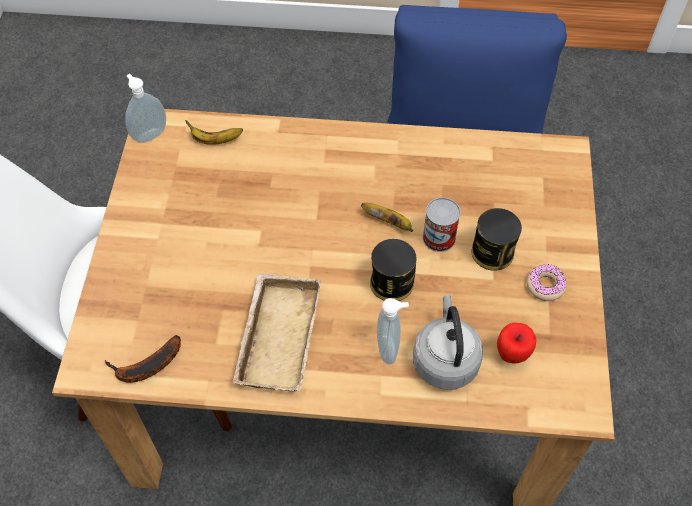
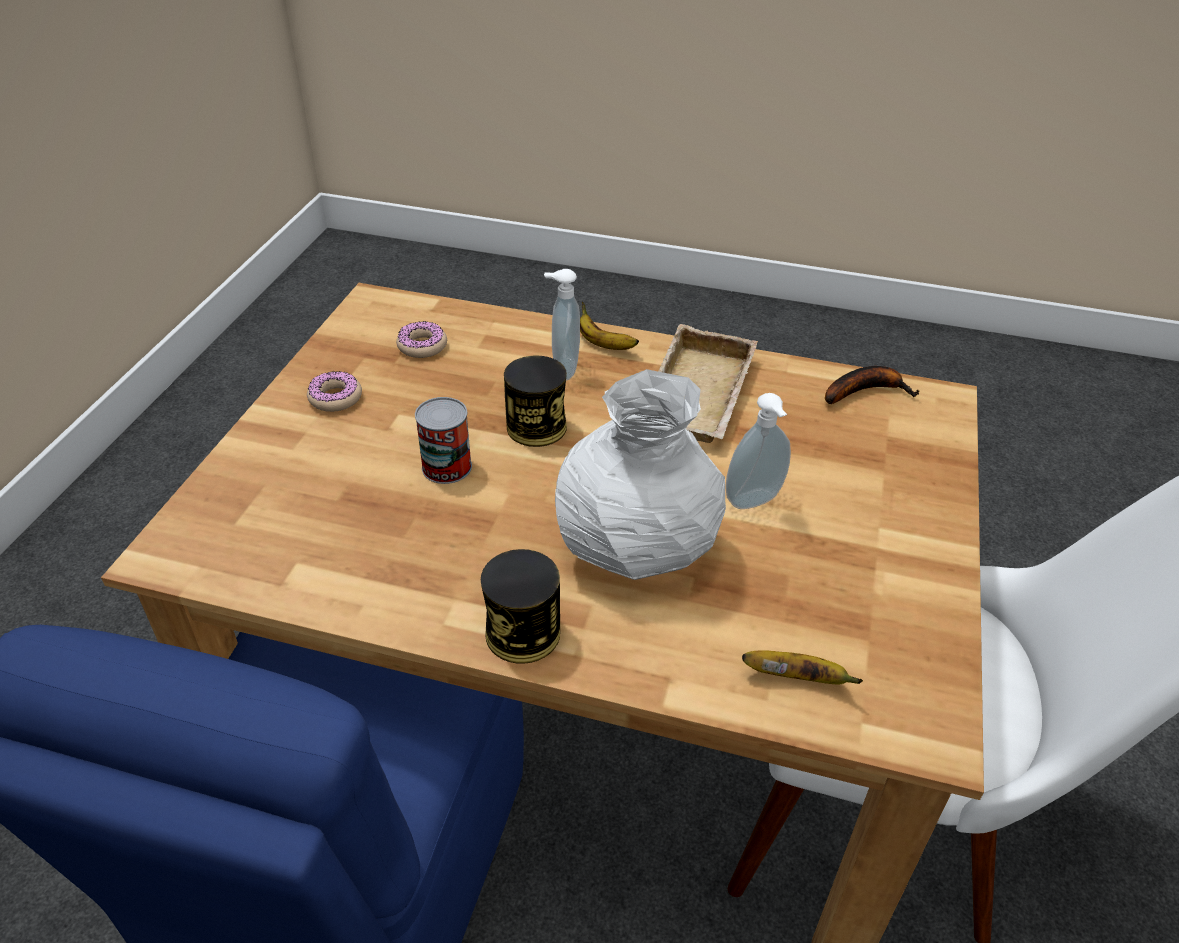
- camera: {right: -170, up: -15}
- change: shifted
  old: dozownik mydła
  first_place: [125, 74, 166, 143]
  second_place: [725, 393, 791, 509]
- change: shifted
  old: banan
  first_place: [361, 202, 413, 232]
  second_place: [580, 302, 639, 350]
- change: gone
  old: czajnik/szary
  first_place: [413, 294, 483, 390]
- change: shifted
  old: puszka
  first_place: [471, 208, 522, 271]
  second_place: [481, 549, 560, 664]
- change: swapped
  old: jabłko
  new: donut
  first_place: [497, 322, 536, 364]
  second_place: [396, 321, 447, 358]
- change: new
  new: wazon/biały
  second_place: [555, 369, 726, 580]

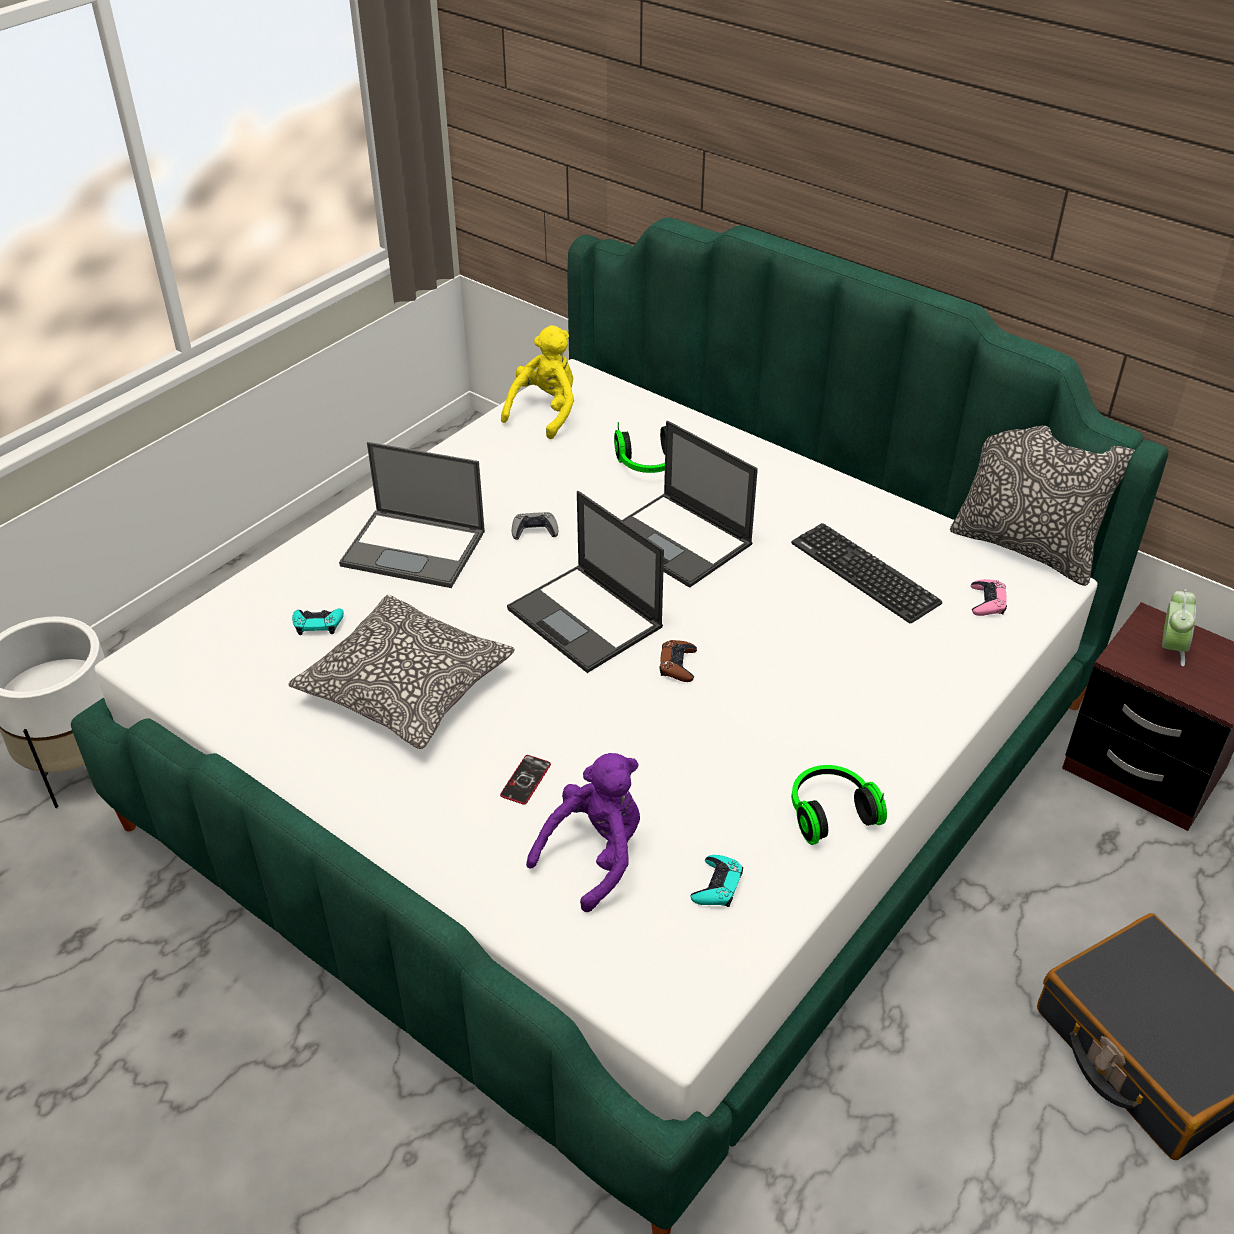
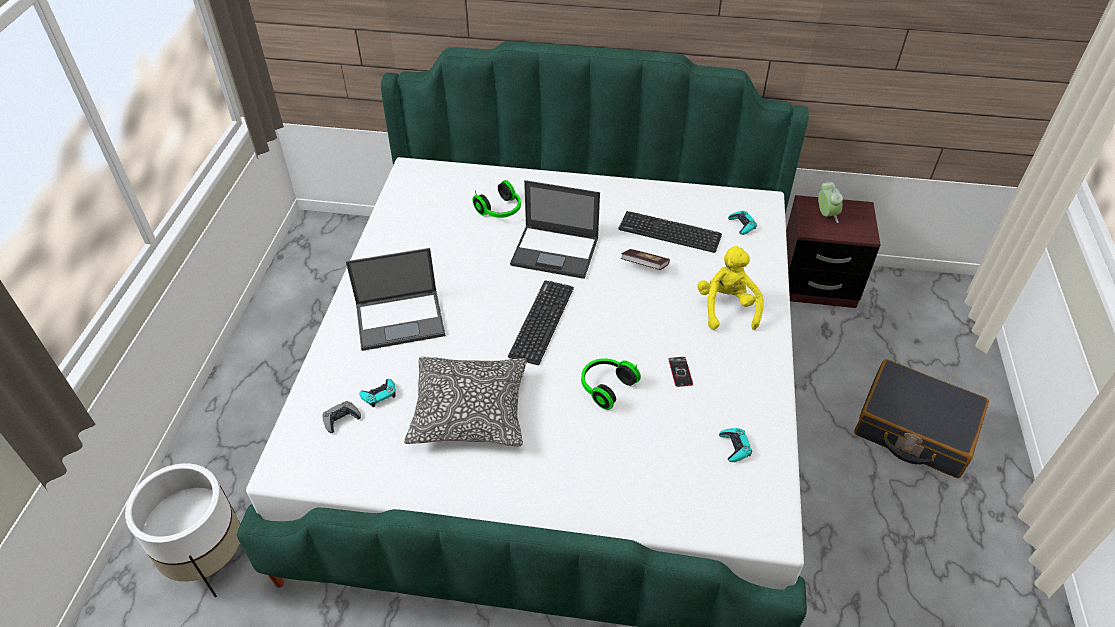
- camera: {right: -30, up: 5}
- change: shifted
  old: telefon
  first_place: [500, 755, 551, 805]
  second_place: [668, 357, 693, 387]
- change: shifted
  old: pluszak/żółty
  first_place: [501, 325, 574, 439]
  second_place: [698, 246, 764, 330]
- change: swapped
  old: laptop
  new: klawiatura
  first_place: [507, 491, 664, 673]
  second_place: [508, 280, 574, 365]
- change: shifted
  old: pad do gier/szary
  first_place: [512, 512, 558, 540]
  second_place: [322, 401, 361, 433]
- change: gone
  old: pluszak/fioletowy
  first_place: [526, 753, 640, 912]
- change: gone
  old: pad do gier/brązowy
  first_place: [659, 640, 697, 682]
- change: shifted
  old: słuchawki
  first_place: [792, 765, 887, 845]
  second_place: [581, 358, 641, 410]
- change: gone
  old: poduszka
  first_place: [950, 425, 1135, 586]
- change: repainted
  old: pad do gier/różowy
  new: pad do gier/turkusowy
  first_place: [971, 579, 1007, 616]
  second_place: [728, 211, 757, 235]
- change: new
  new: książka
  second_place: [621, 249, 670, 270]

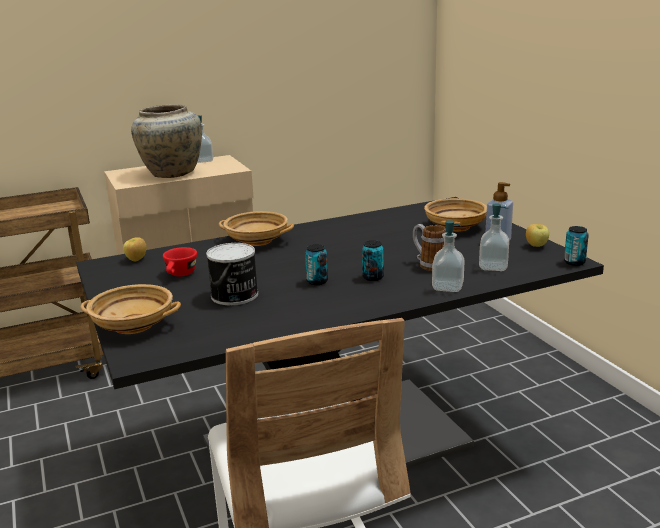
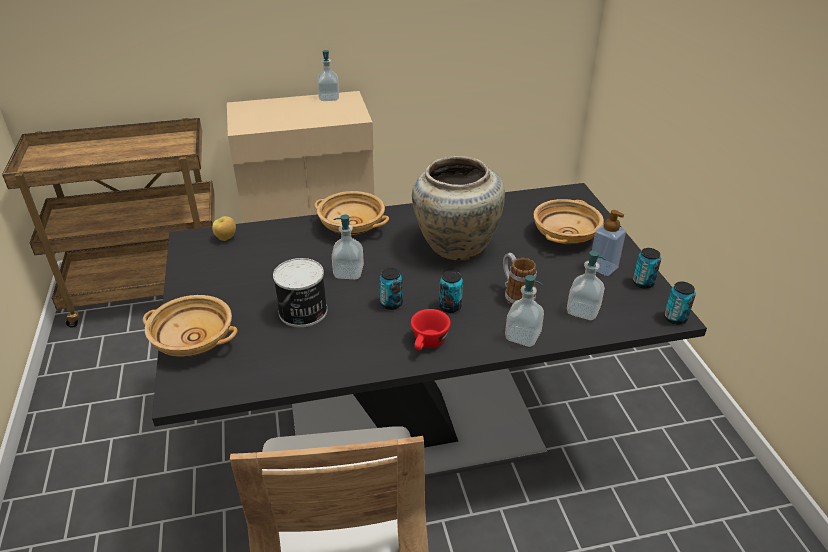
- camera: {right: 10, up: 15}
- change: shifted
  old: wazon/beżowy
  first_place: [131, 104, 202, 178]
  second_place: [412, 156, 505, 261]
- change: shifted
  old: filiżanka/czerwony
  first_place: [163, 247, 197, 276]
  second_place: [411, 309, 451, 350]
- change: swapped
  old: jabłko
  new: puszka
  first_place: [526, 224, 549, 247]
  second_place: [633, 248, 661, 289]
- change: new
  new: dozownik mydła
  second_place: [332, 215, 364, 279]

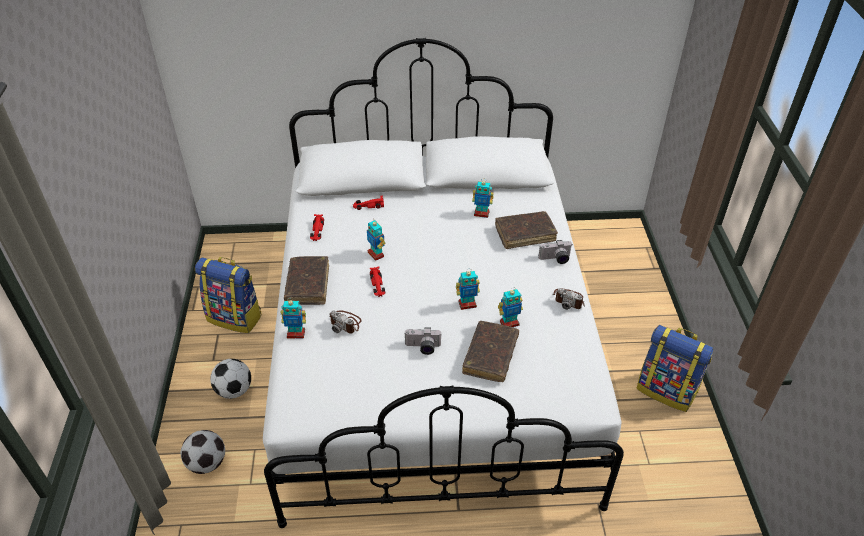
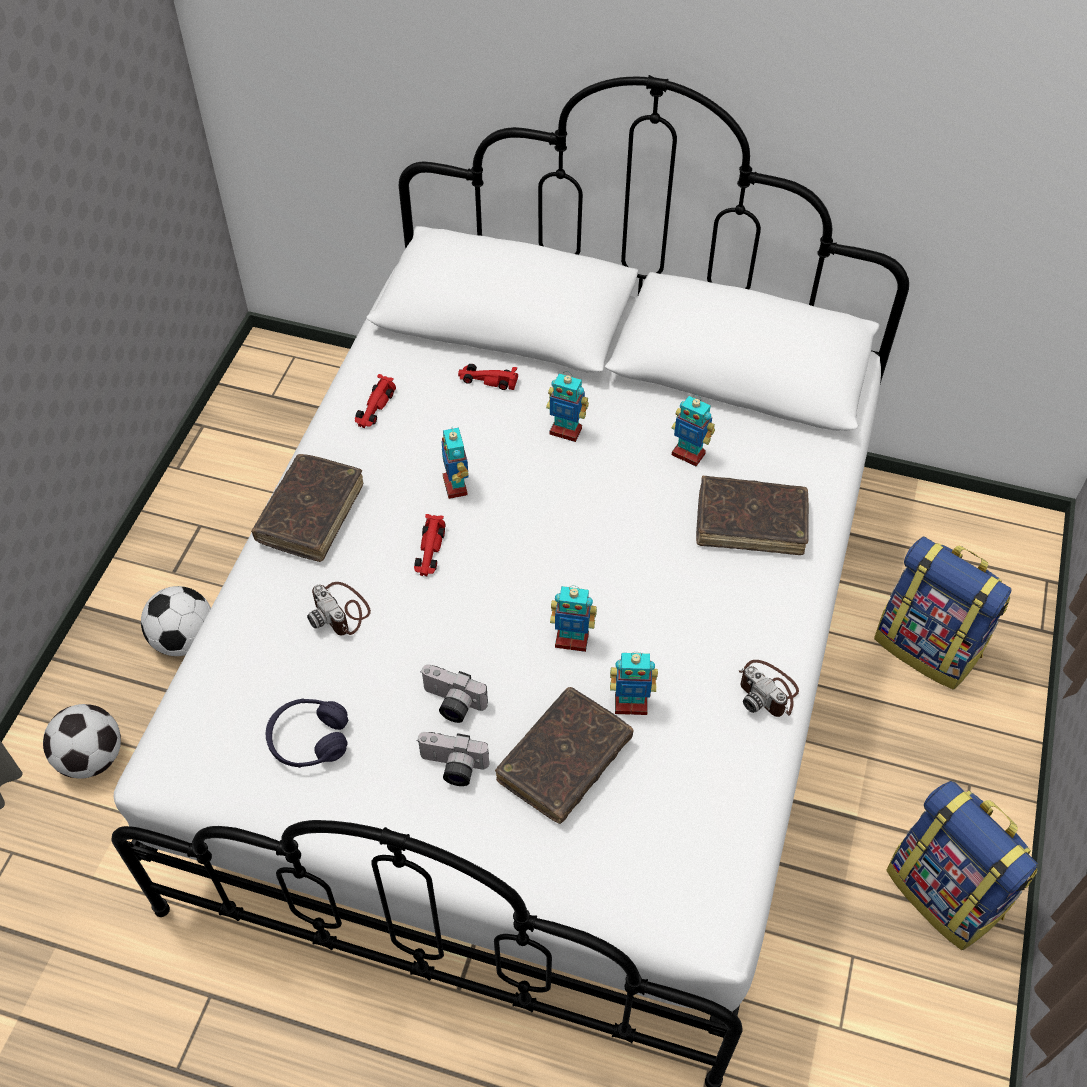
- camera: {right: 20, up: 10}
- change: shifted
  old: plecak
  first_place: [195, 257, 262, 333]
  second_place: [874, 537, 1012, 690]
- change: shifted
  old: robot zabawkowy
  first_place: [281, 298, 306, 339]
  second_place: [546, 371, 589, 442]
- change: shifted
  old: aparat fotograficzny
  first_place: [539, 240, 572, 264]
  second_place: [418, 732, 489, 786]
- change: new
  new: słuchawki/fioletowy
  second_place: [266, 699, 348, 768]

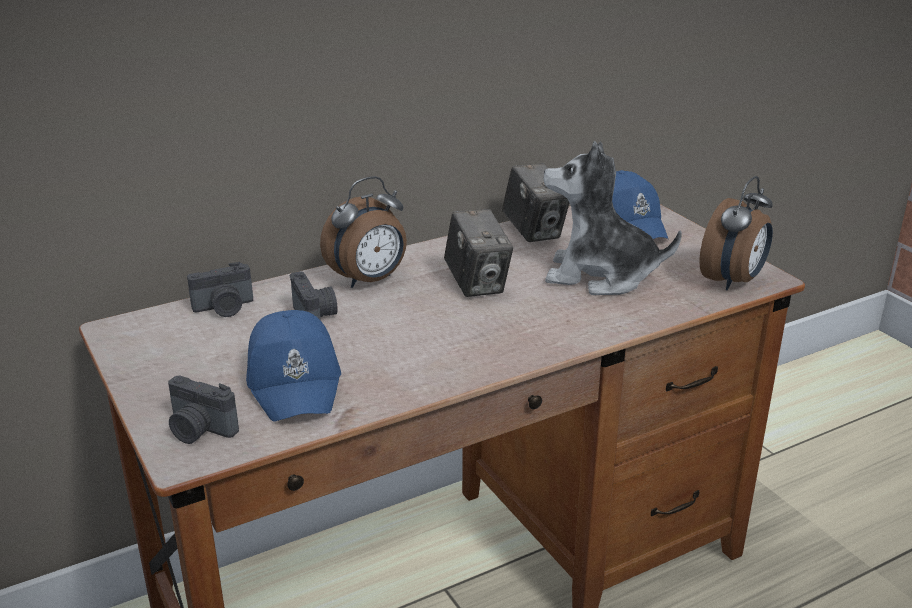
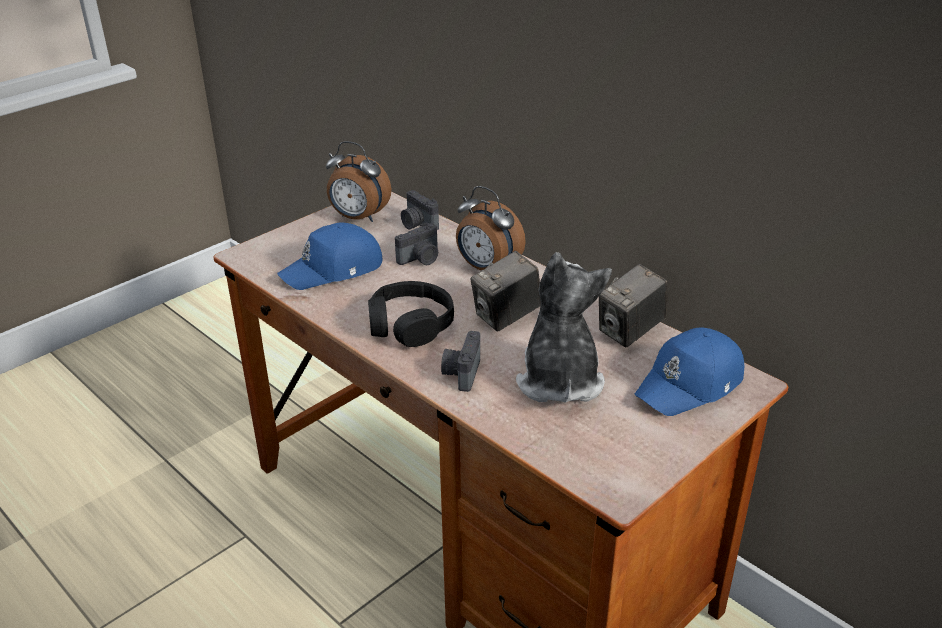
- camera: {right: 75, up: 5}
- change: shifted
  old: aparat fotograficzny
  first_place: [168, 375, 239, 444]
  second_place: [441, 331, 480, 392]
- change: shifted
  old: budzik
  first_place: [699, 176, 773, 291]
  second_place: [326, 141, 391, 222]
- change: new
  new: słuchawki/czarny
  second_place: [368, 281, 454, 347]

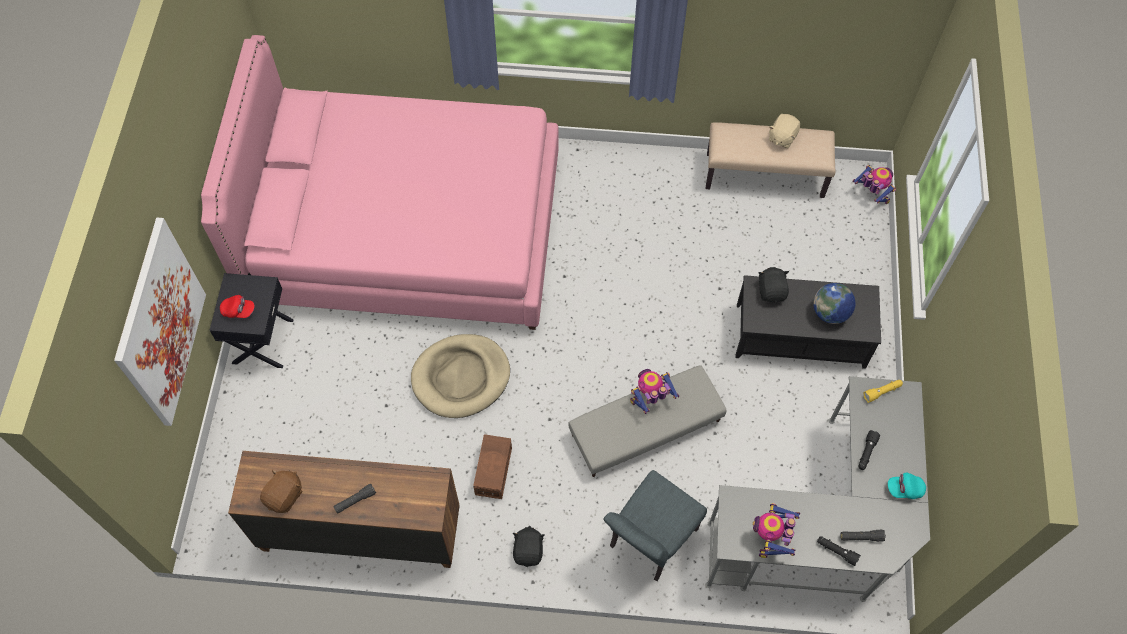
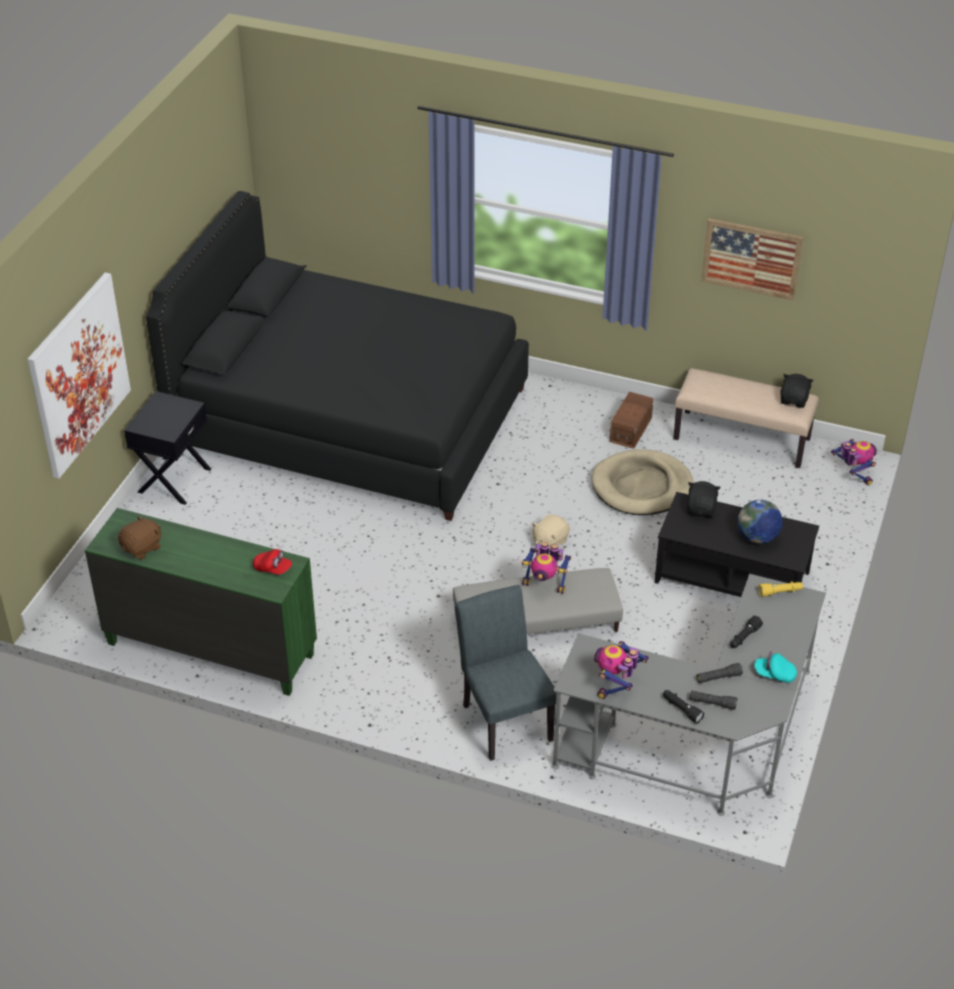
- camera: {right: 15, up: -20}
- change: repainted
  old: łóżko/różowy
  new: łóżko/czarny
  first_place: [201, 35, 559, 330]
  second_place: [146, 191, 529, 521]
- change: shifted
  old: czapka z daszkiem/czerwony
  first_place: [220, 295, 255, 318]
  second_place: [253, 549, 292, 575]
- change: repainted
  old: komoda/brązowy
  new: komoda/zielony
  first_place: [228, 451, 460, 568]
  second_place: [85, 508, 317, 696]
- change: shifted
  old: latarka/czarny
  first_place: [333, 484, 376, 514]
  second_place: [697, 663, 743, 683]
- change: shifted
  old: legowisko/beżowy
  first_place: [411, 334, 510, 418]
  second_place: [592, 449, 694, 515]
- change: shifted
  old: pojemnik do przechowywania/brązowy
  first_place: [473, 434, 512, 499]
  second_place: [610, 392, 654, 449]
- change: shifted
  old: pluszak/czarny
  first_place: [513, 526, 545, 567]
  second_place: [780, 374, 814, 408]
- change: rotated
  old: krzesło/szary
  first_place: [603, 470, 707, 581]
  second_place: [455, 585, 556, 761]
  degrees: 105
- change: rotated
  old: robot zabawkowy
  first_place: [630, 369, 679, 414]
  second_place: [521, 542, 571, 594]
  degrees: -150
- change: shifted
  old: pluszak/beżowy
  first_place: [769, 114, 800, 148]
  second_place: [532, 514, 570, 552]
- change: new
  new: obraz
  second_place: [701, 218, 804, 301]

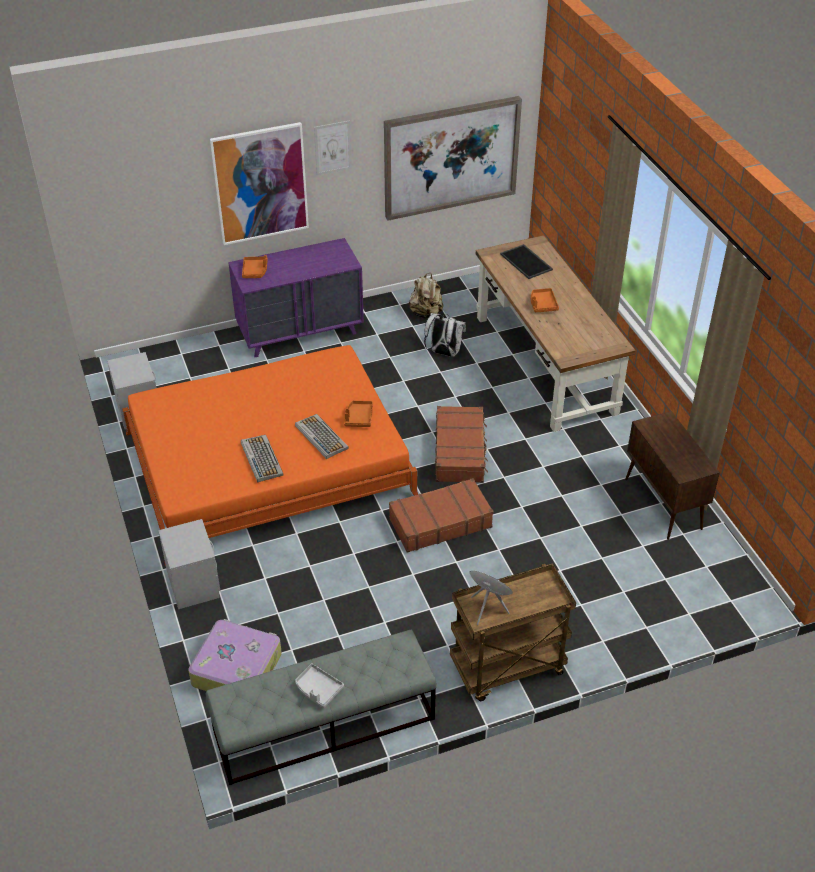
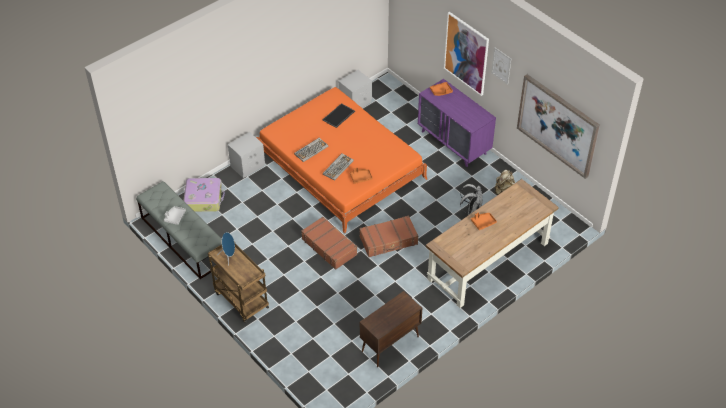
- camera: {right: 70, up: 5}
- change: shifted
  old: taca
  first_place: [500, 244, 553, 279]
  second_place: [322, 103, 355, 128]

